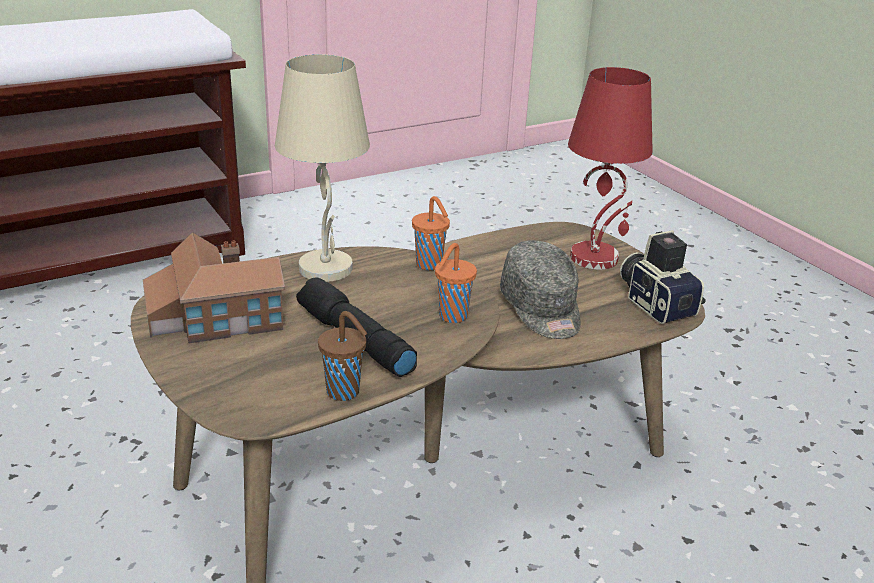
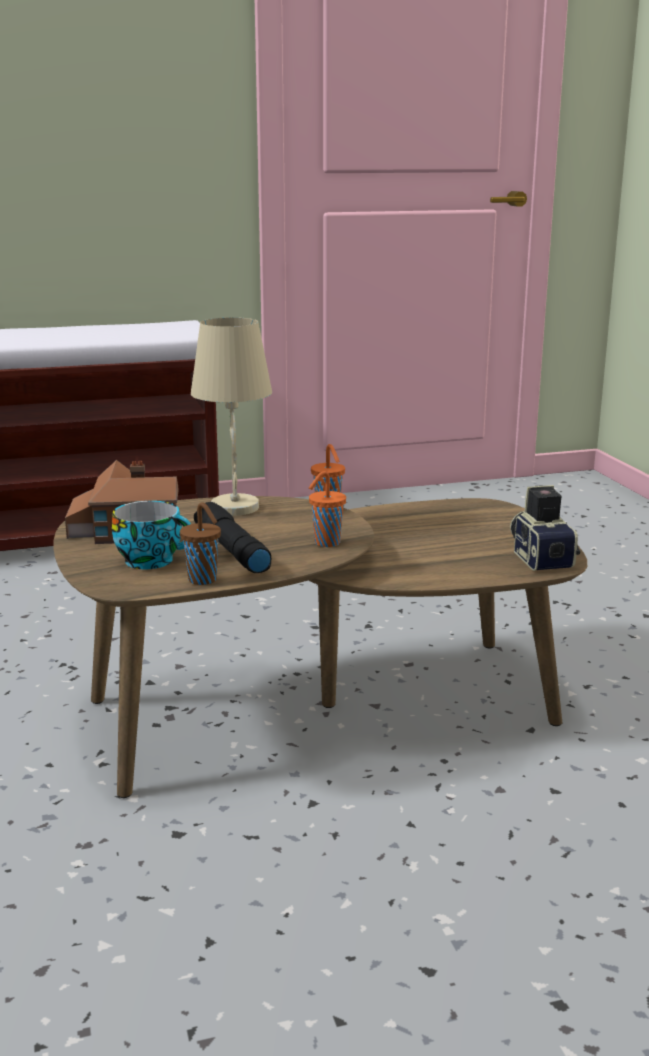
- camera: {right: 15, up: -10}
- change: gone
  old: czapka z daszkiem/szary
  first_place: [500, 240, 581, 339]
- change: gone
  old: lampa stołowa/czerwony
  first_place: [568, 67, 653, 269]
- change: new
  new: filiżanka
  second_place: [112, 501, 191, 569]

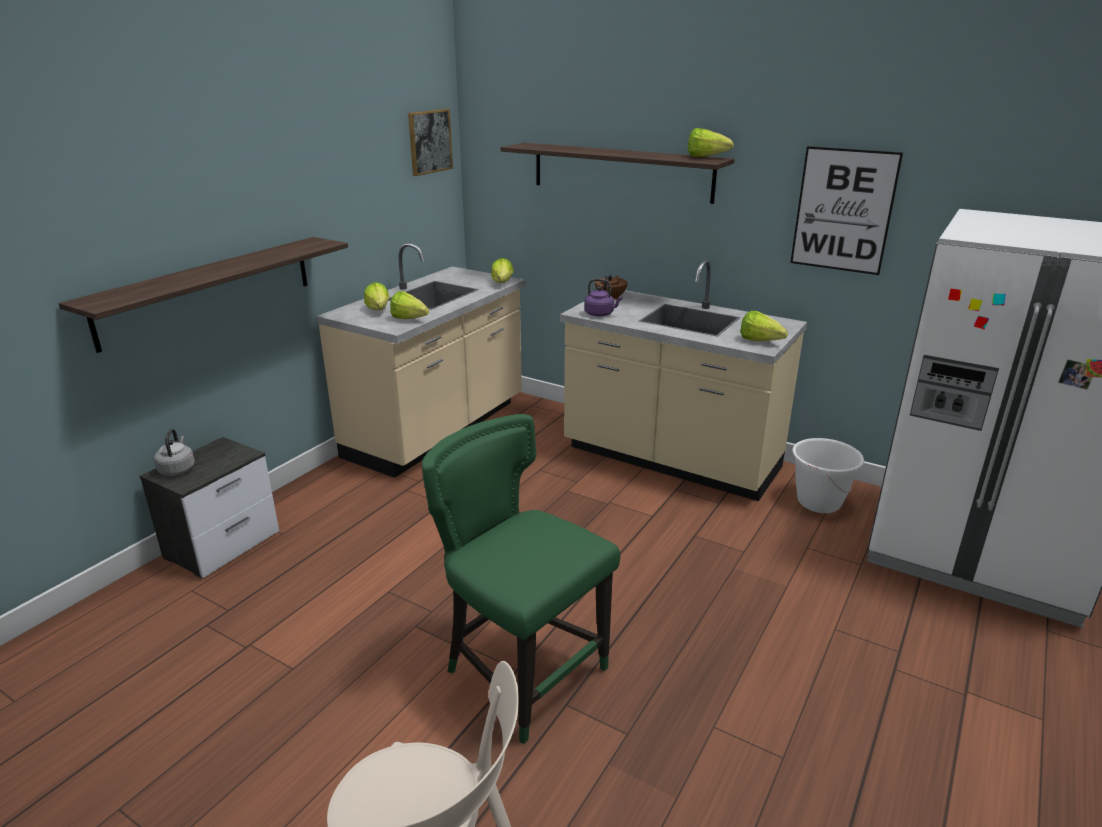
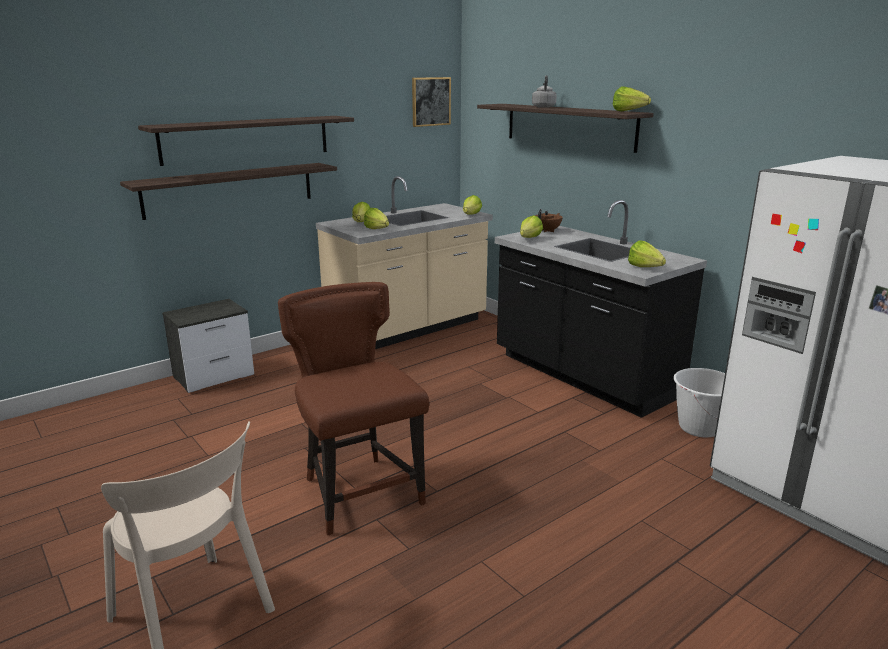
- camera: {right: 20, up: -5}
- change: shifted
  old: czajnik/szary
  first_place: [154, 429, 195, 476]
  second_place: [532, 75, 557, 108]
- change: repainted
  old: krzesło/zielony
  new: krzesło/brązowy
  first_place: [422, 414, 620, 744]
  second_place: [278, 282, 429, 536]
- change: repainted
  old: zabudowa kuchenna/beżowy
  new: zabudowa kuchenna/czarny
  first_place: [560, 260, 807, 501]
  second_place: [495, 200, 707, 418]
- change: swapped
  old: czajnik/fioletowy
  new: sałata
  first_place: [584, 279, 622, 316]
  second_place: [520, 215, 543, 238]
- change: gone
  old: obraz
  first_place: [790, 146, 903, 275]
- change: new
  new: półka
  second_place: [138, 116, 354, 166]

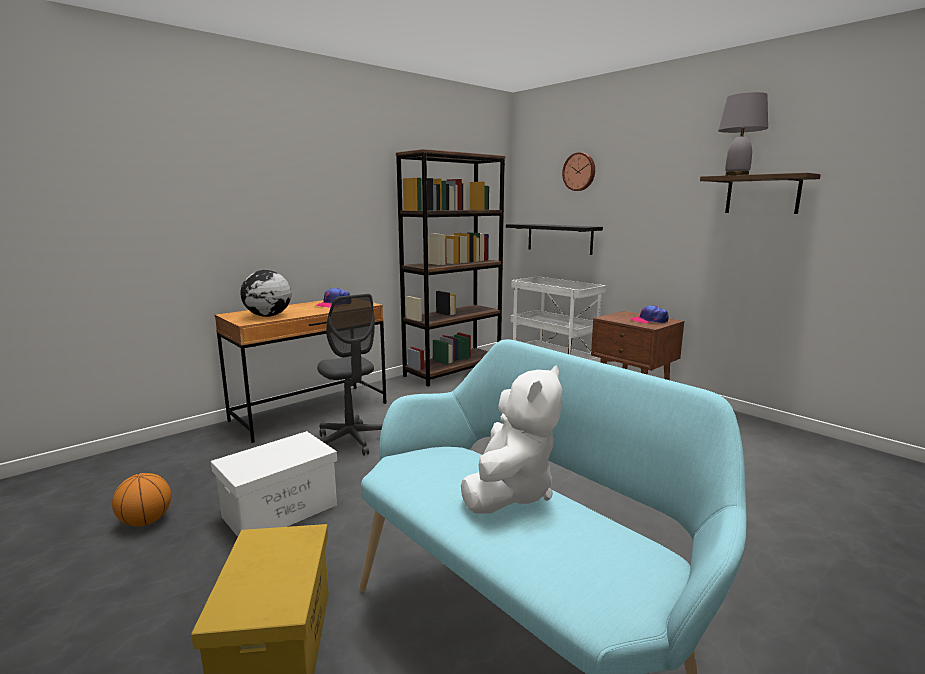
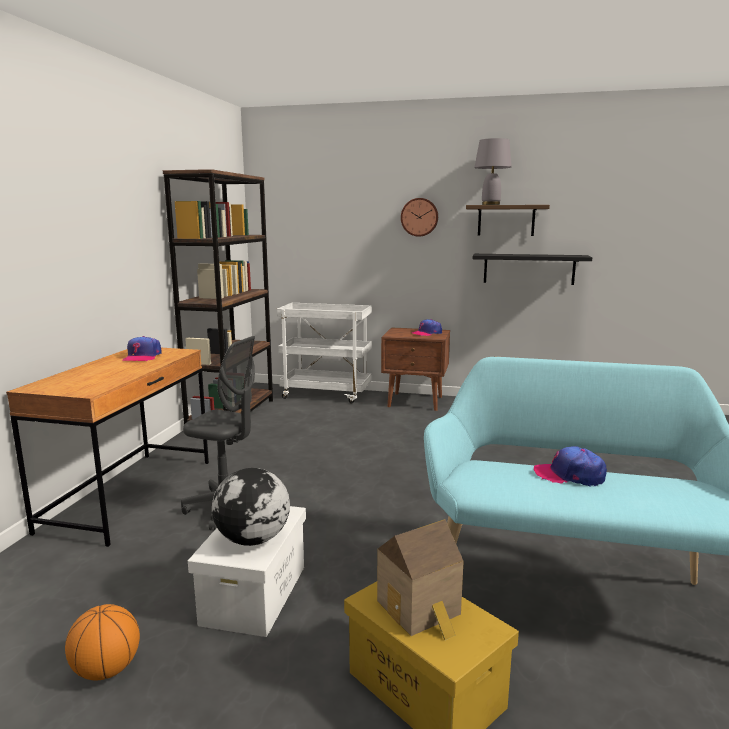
- camera: {right: -35, up: 0}
- change: shifted
  old: globus
  first_place: [241, 270, 291, 317]
  second_place: [212, 468, 290, 546]
- change: swapped
  old: pluszak/biały
  new: czapka z daszkiem
  first_place: [461, 365, 563, 514]
  second_place: [534, 446, 607, 487]
- change: shifted
  old: półka/czarny
  first_place: [506, 224, 603, 255]
  second_place: [473, 254, 592, 285]
- change: shifted
  old: zegar ścienny
  first_place: [562, 152, 595, 191]
  second_place: [401, 198, 438, 237]
- change: new
  new: domek
  second_place: [377, 519, 464, 640]

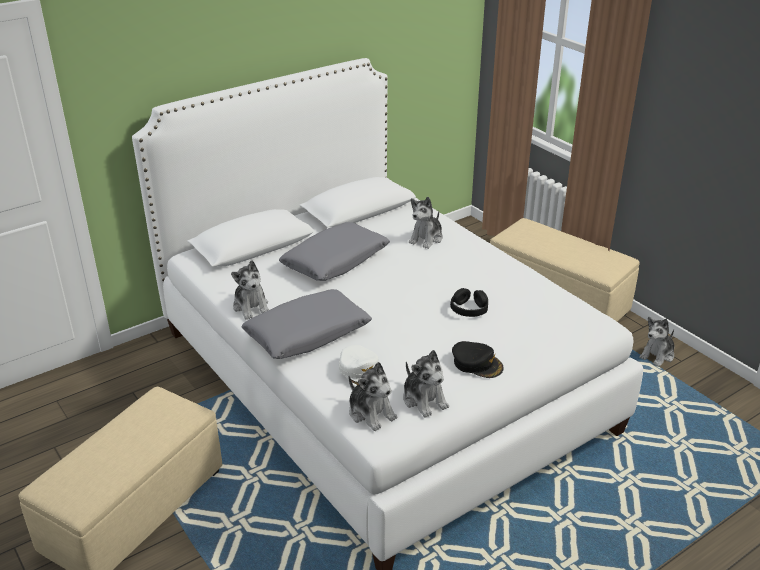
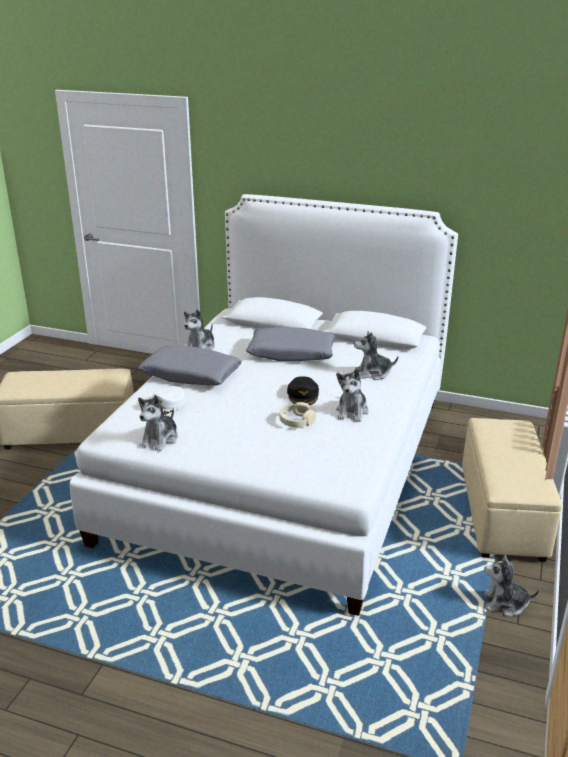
- camera: {right: 55, up: -5}
- change: shifted
  old: pluszak
  first_place: [349, 362, 397, 431]
  second_place: [336, 369, 369, 422]
- change: repainted
  old: słuchawki/czarny
  new: słuchawki/beżowy
  first_place: [450, 288, 488, 317]
  second_place: [279, 402, 316, 427]
- change: shifted
  old: czapka z daszkiem/czarny
  first_place: [452, 341, 504, 378]
  second_place: [287, 376, 319, 405]

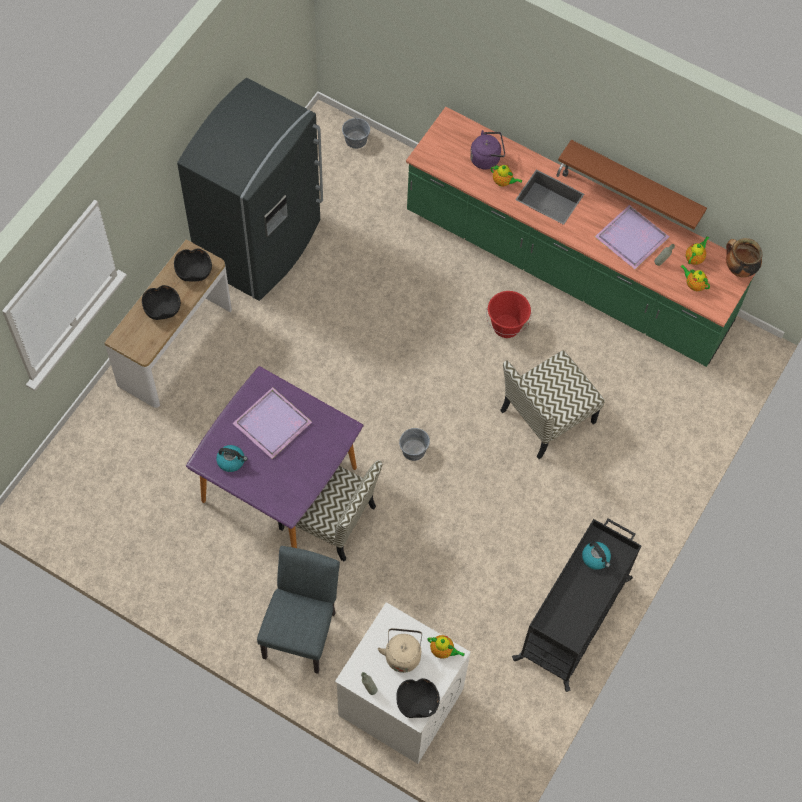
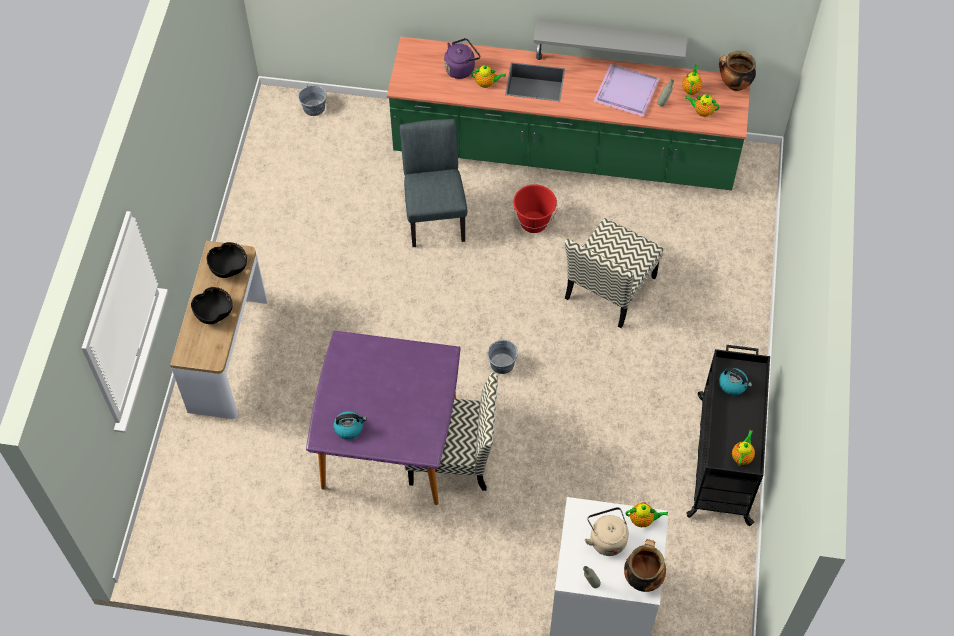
- camera: {right: -20, up: -5}
- change: gone
  old: lodówka/szary
  first_place: [177, 78, 323, 301]
- change: gone
  old: taca/fioletowy
  first_place: [232, 387, 312, 459]
- change: shifted
  old: krzesło/szary
  first_place: [257, 546, 340, 674]
  second_place: [400, 119, 467, 247]
- change: swapped
  old: miska/czarny
  new: garnek
  first_place: [396, 678, 440, 718]
  second_place: [624, 539, 666, 592]
- change: repainted
  old: półka/brązowy
  new: półka/szary
  first_place: [558, 140, 707, 229]
  second_place: [533, 20, 688, 60]
- change: new
  new: imbryk
  second_place: [732, 430, 755, 466]

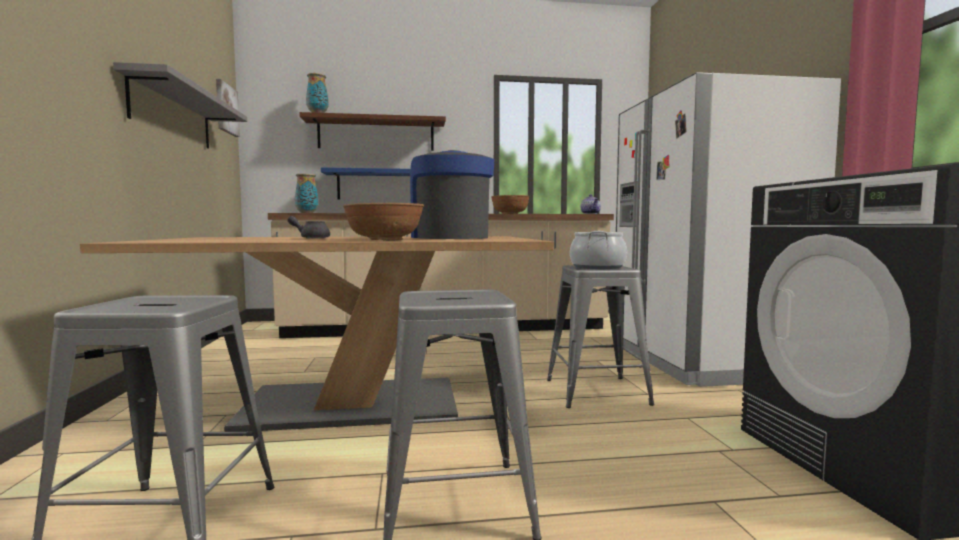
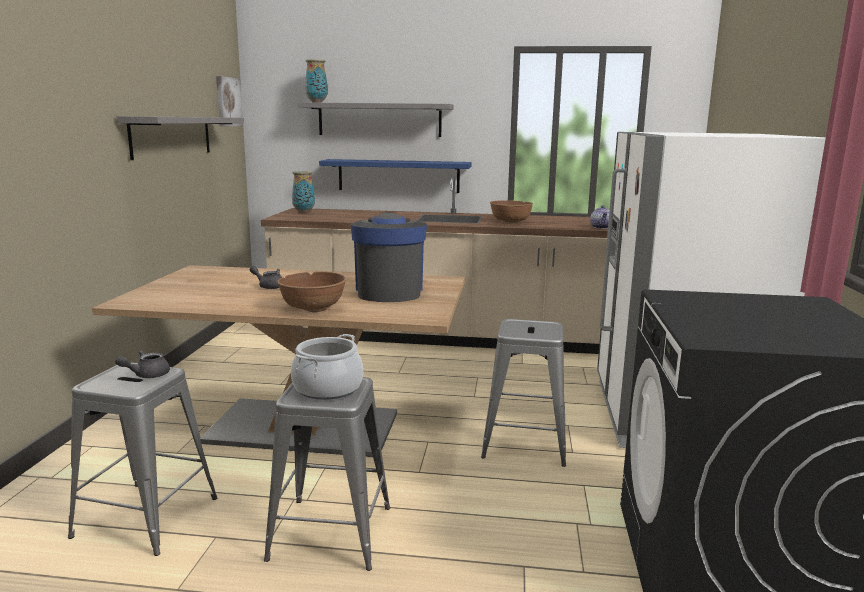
- camera: {right: 15, up: 10}
- change: repainted
  old: półka/brązowy
  new: półka/szary
  first_place: [299, 112, 446, 151]
  second_place: [298, 102, 454, 137]
- change: shifted
  old: garnek
  first_place: [570, 231, 627, 269]
  second_place: [291, 334, 363, 400]
- change: new
  new: imbryk/szary
  second_place: [115, 351, 170, 378]

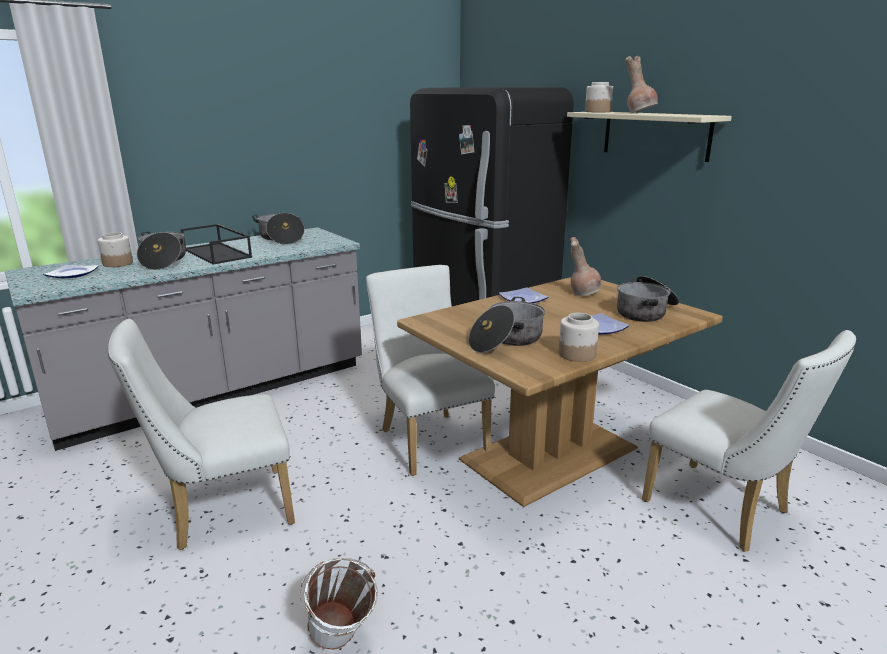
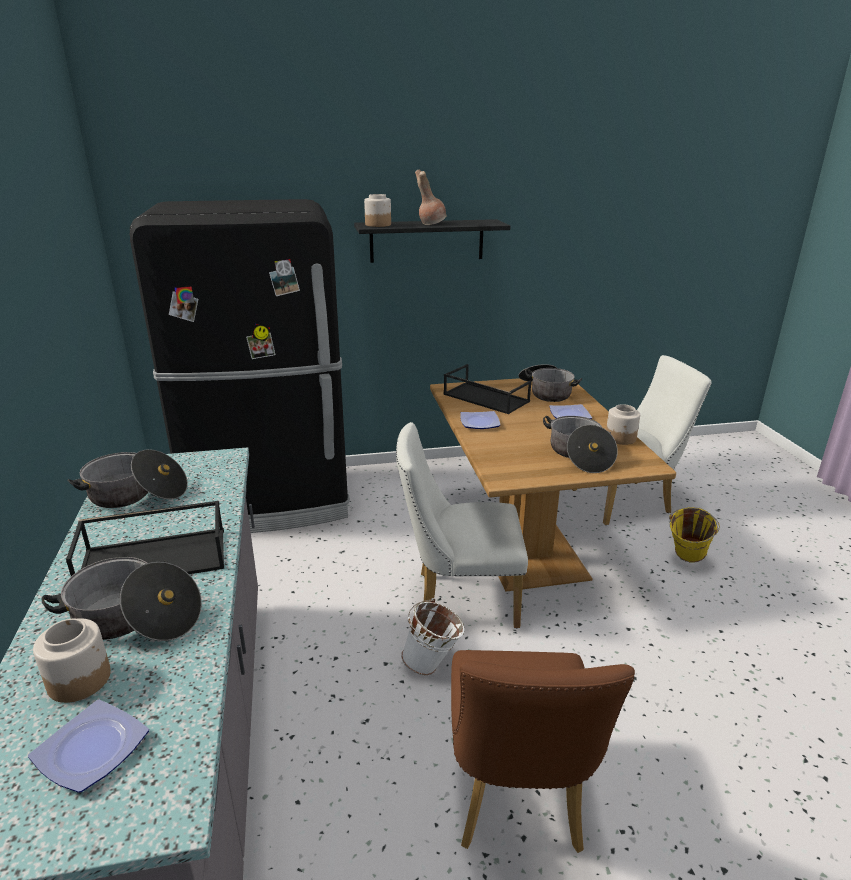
- camera: {right: -65, up: 5}
- change: repainted
  old: krzesło/biały
  new: krzesło/brązowy
  first_place: [108, 319, 295, 550]
  second_place: [451, 650, 635, 853]
- change: shifted
  old: wiadro/biały
  first_place: [300, 558, 378, 650]
  second_place: [401, 598, 465, 675]
- change: repainted
  old: półka/beżowy
  new: półka/czarny
  first_place: [567, 112, 732, 162]
  second_place: [354, 219, 511, 263]
- change: swapped
  old: wazon/brązowy
  new: taca/czarny
  first_place: [570, 237, 602, 296]
  second_place: [443, 364, 531, 414]
- change: new
  new: wiadro/żółty
  second_place: [669, 507, 720, 563]

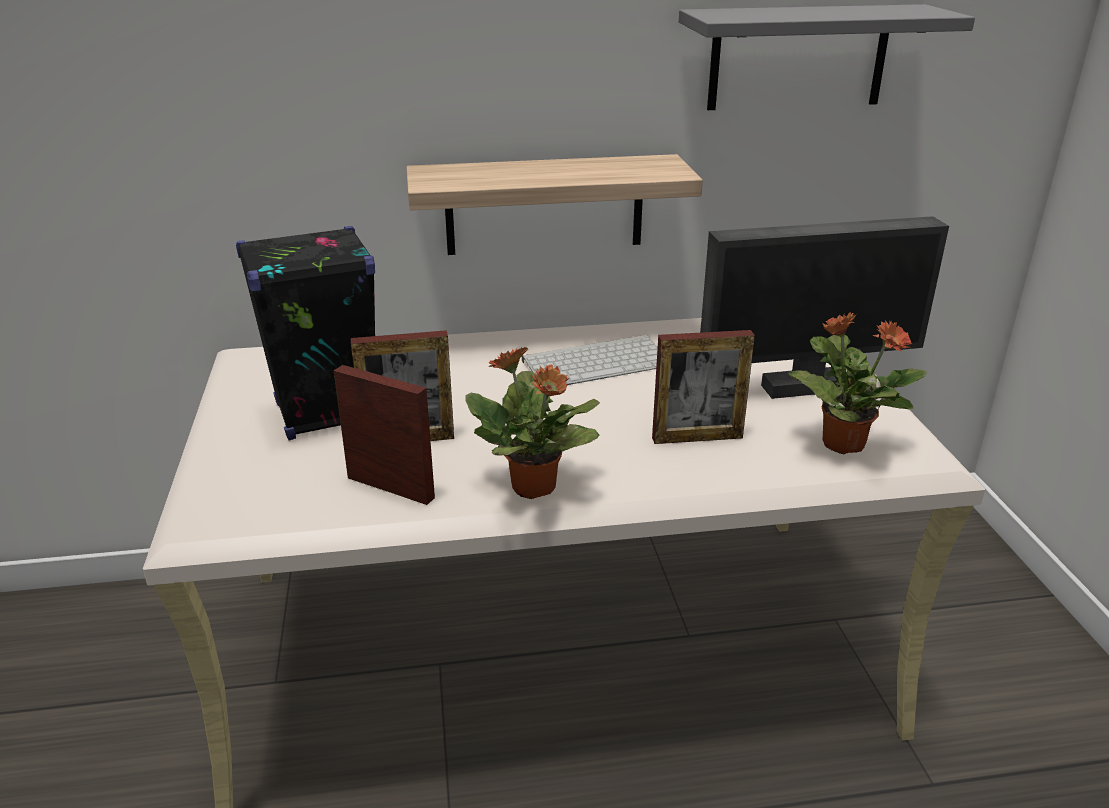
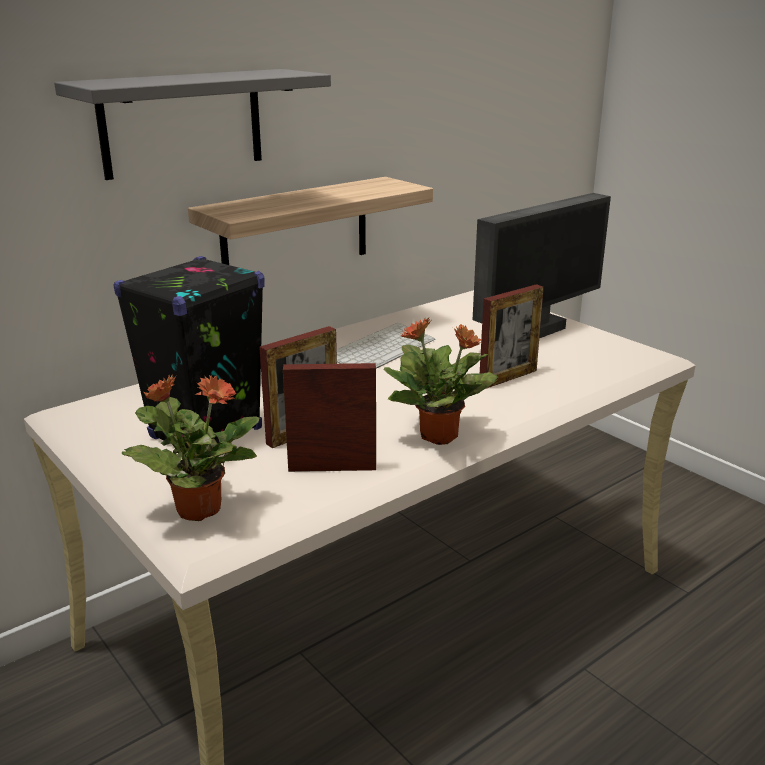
- camera: {right: -30, up: -5}
- change: shifted
  old: półka/szary
  first_place: [679, 4, 975, 110]
  second_place: [54, 69, 331, 180]
- change: shifted
  old: roślina doniczkowa
  first_place: [789, 313, 927, 455]
  second_place: [122, 375, 259, 521]

